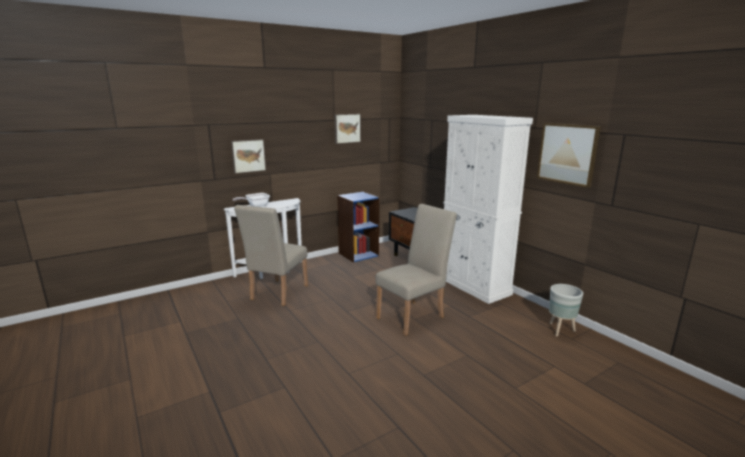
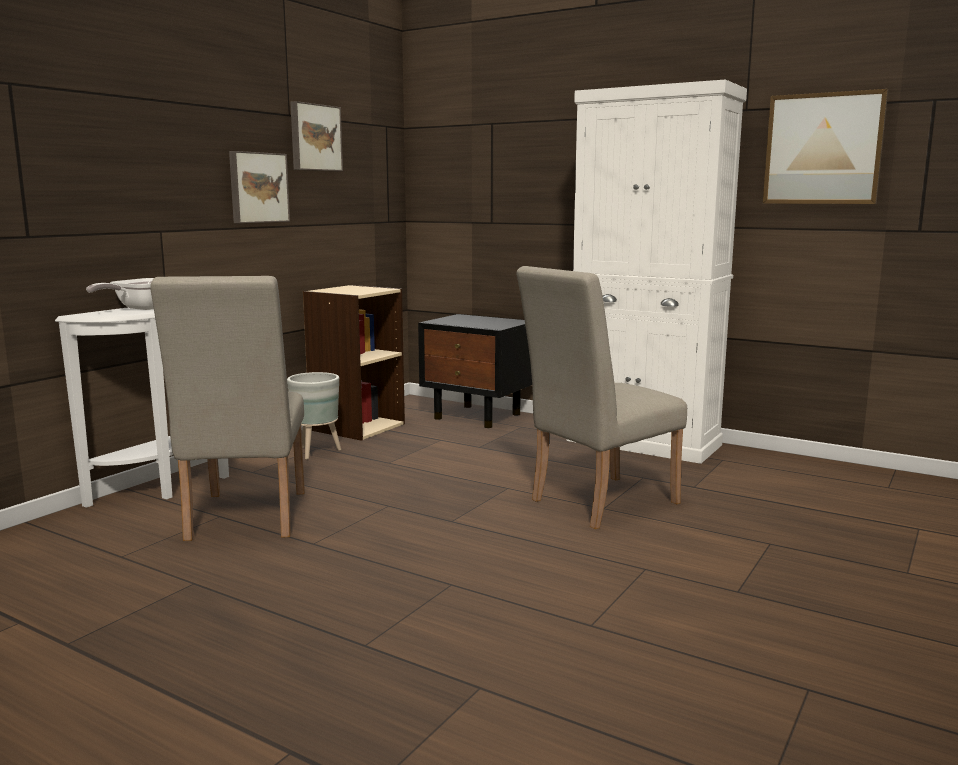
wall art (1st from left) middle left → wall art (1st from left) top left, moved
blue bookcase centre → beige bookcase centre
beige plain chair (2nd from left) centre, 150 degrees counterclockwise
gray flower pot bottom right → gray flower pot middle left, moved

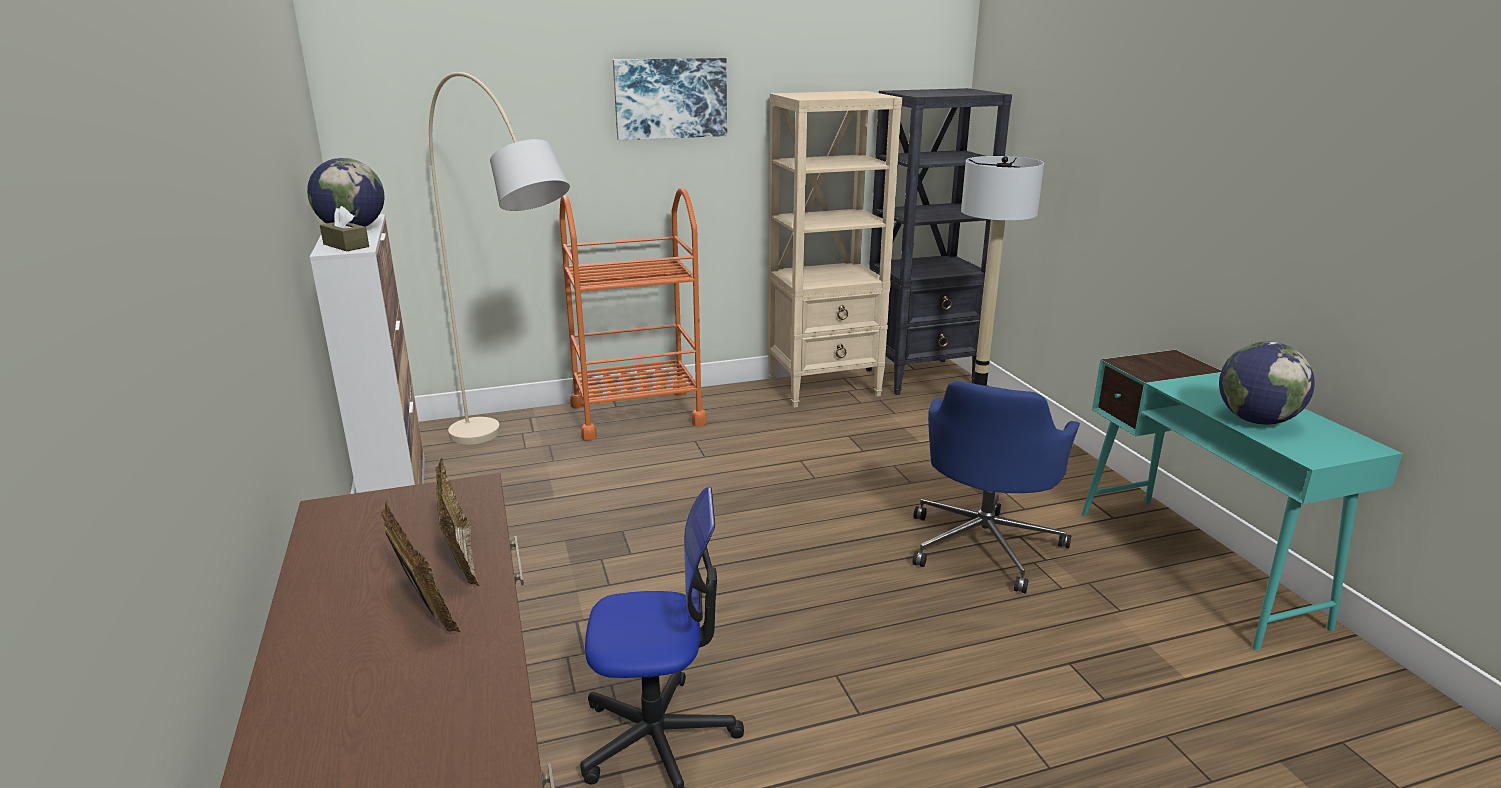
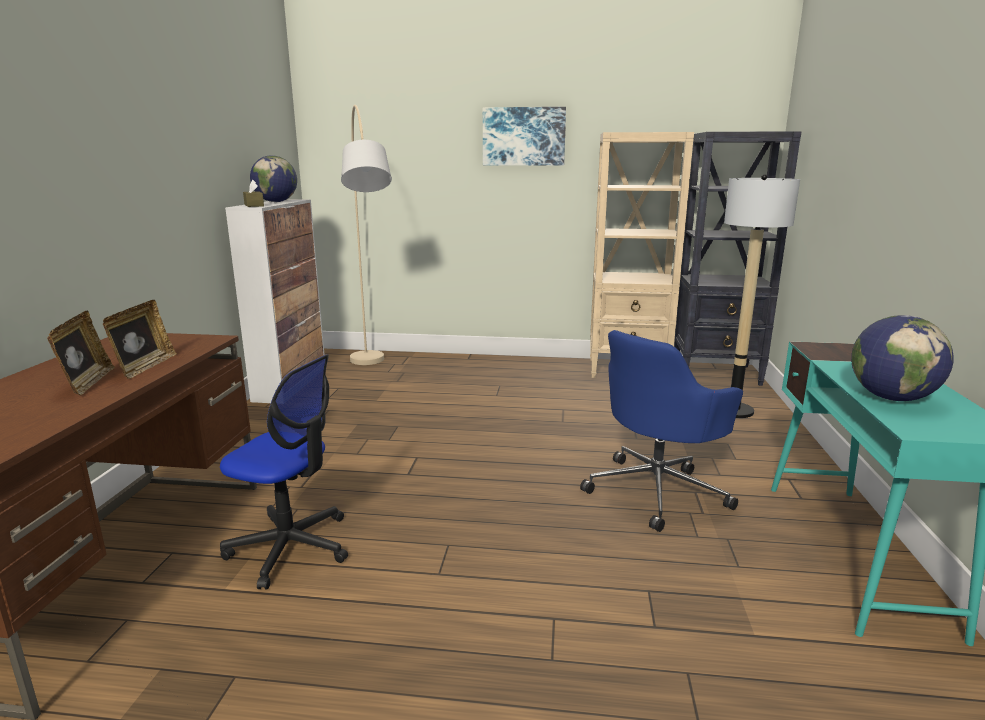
orange-coloured cart centre → -

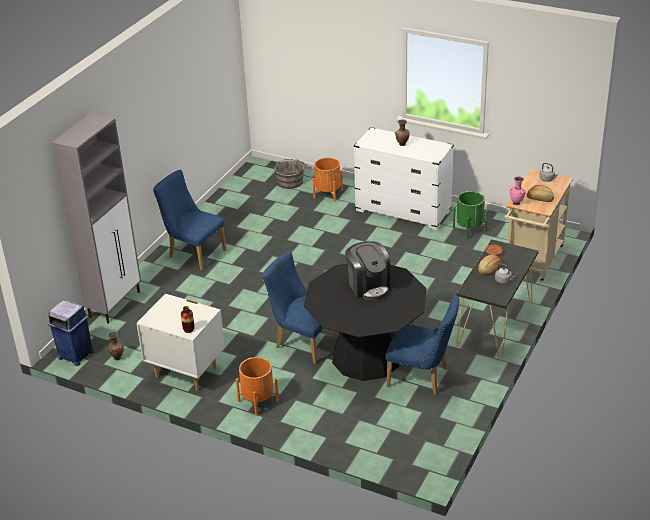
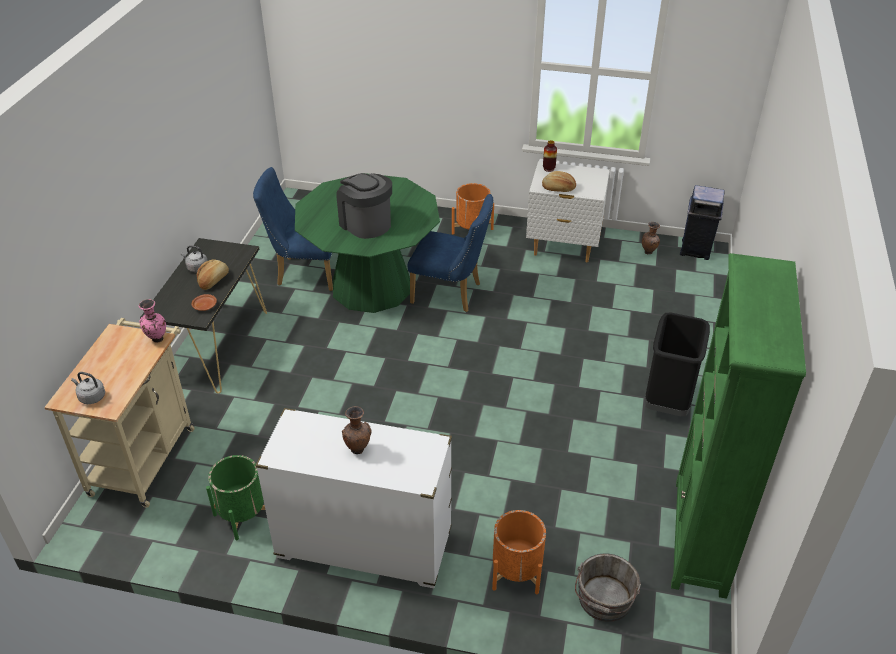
gray cabinet middle left → -
blue plain chair (1st from left) middle left → black-coloured trash can middle right
black-coloured dinner table centre → green dinner table centre
bread (2nd from left) middle right → bread (2nd from left) top centre, moved
- → green bookcase middle right

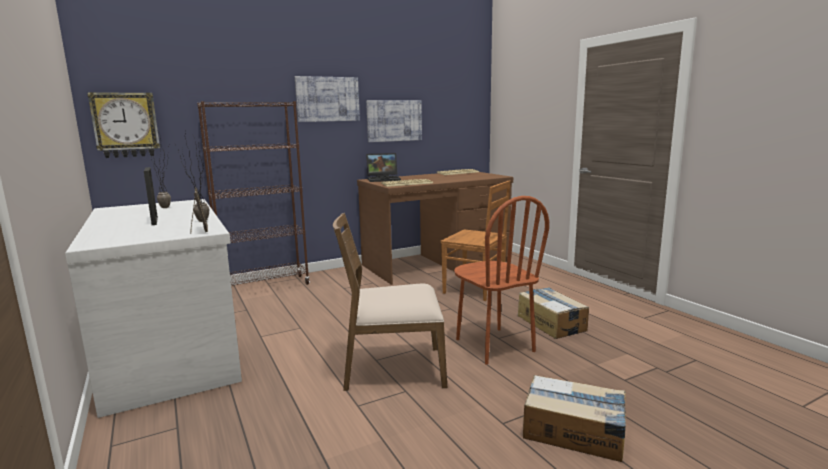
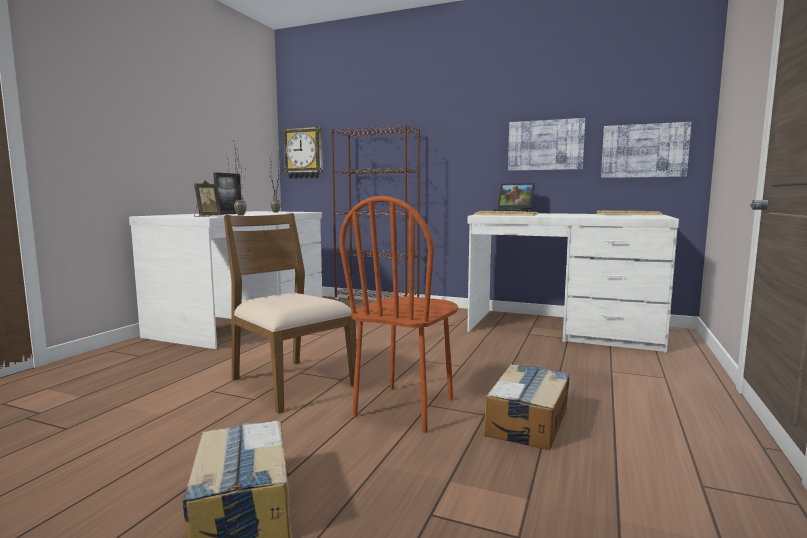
wall art (1st from left in the first image) top centre → wall art (2nd from left) top right, moved
brown-coloured desk centre → white desk (2nd from left) middle right
brown-coloured plain chair (2nd from left) centre → -

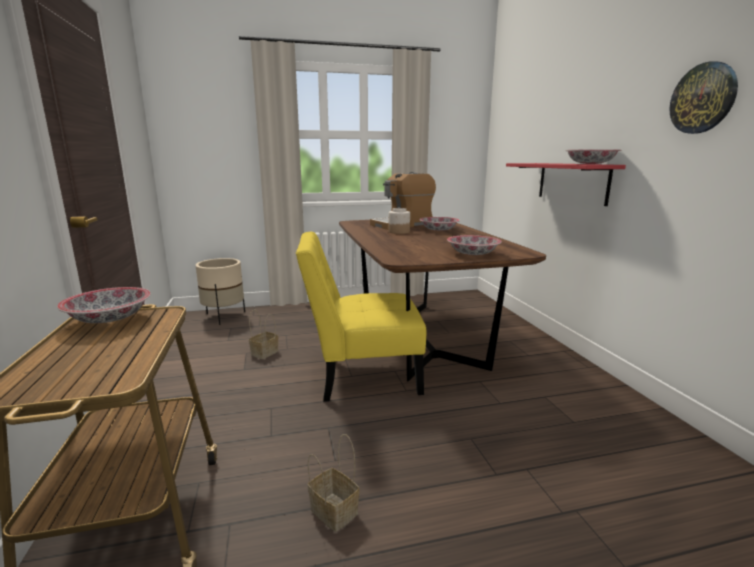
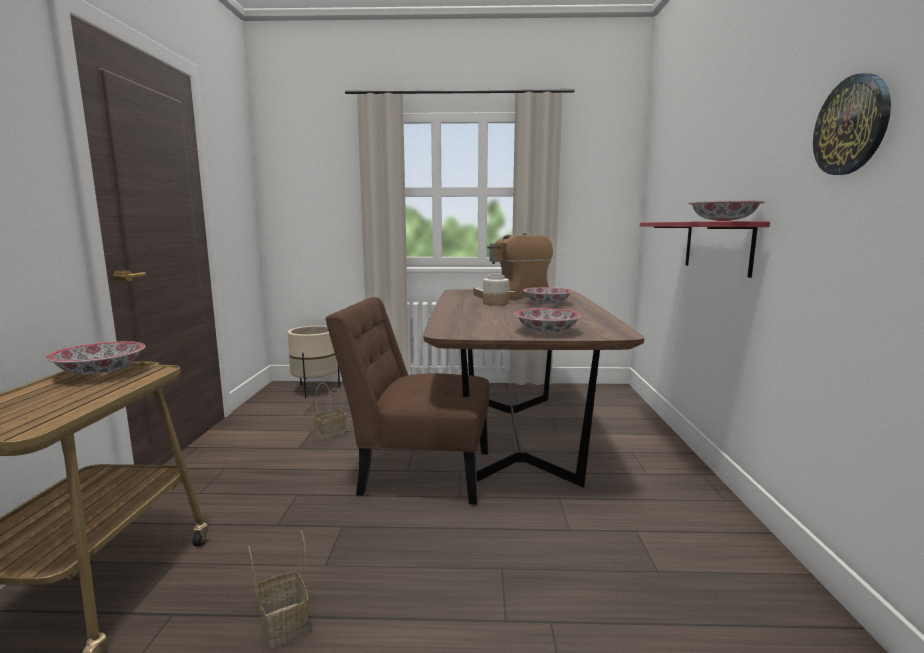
yellow-coloured plain chair centre → brown-coloured plain chair centre

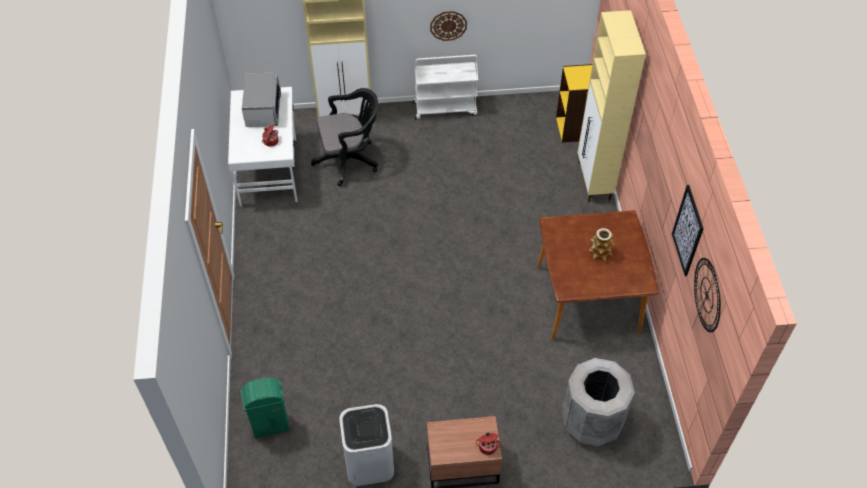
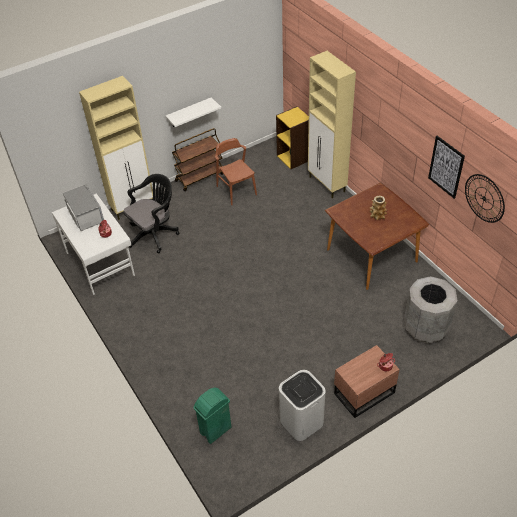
white cart top centre → brown-coloured cart top centre
hanging clock (1st from left) top centre → white bracket shelf top centre
- → brown-coloured plain chair top centre

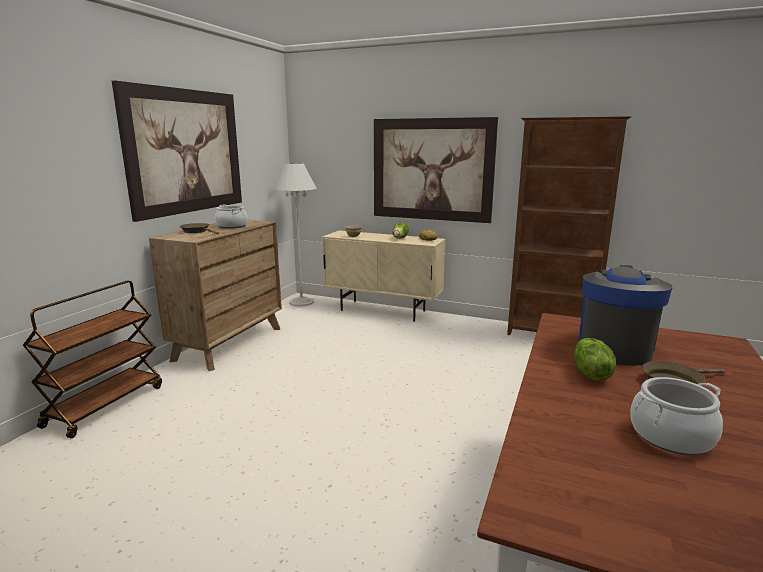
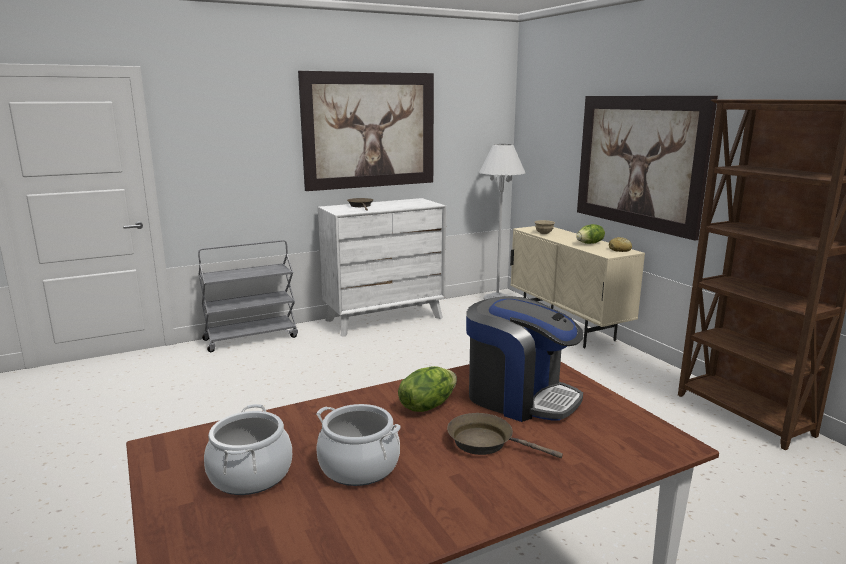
brown-coloured cart middle left → gray cart middle left
brown-coloured drawer chest middle left → white drawer chest centre
saucepot (1st from left) middle left → saucepot (1st from left) bottom left, moved
coffee machine middle right → coffee machine centre, 60 degrees clockwise

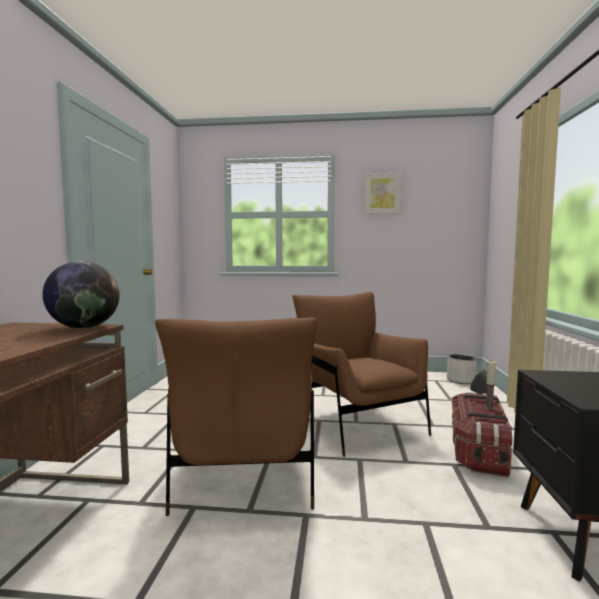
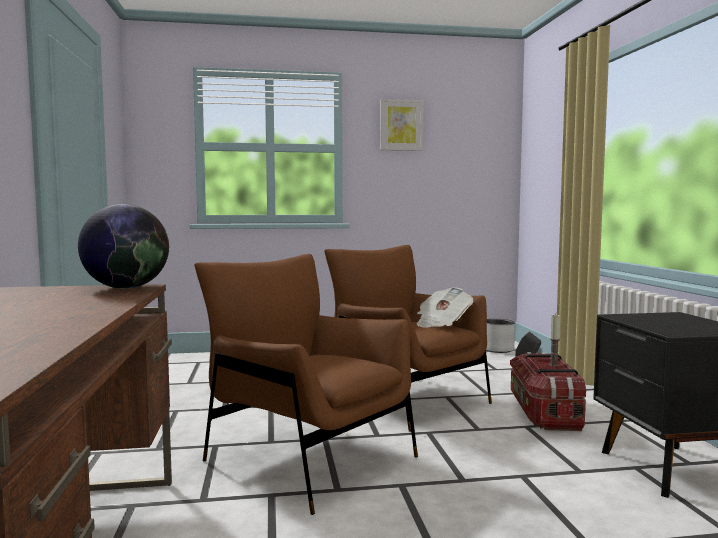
brown-coloured lounge chair (1st from left) bottom centre, 150 degrees clockwise
- → printed paper centre

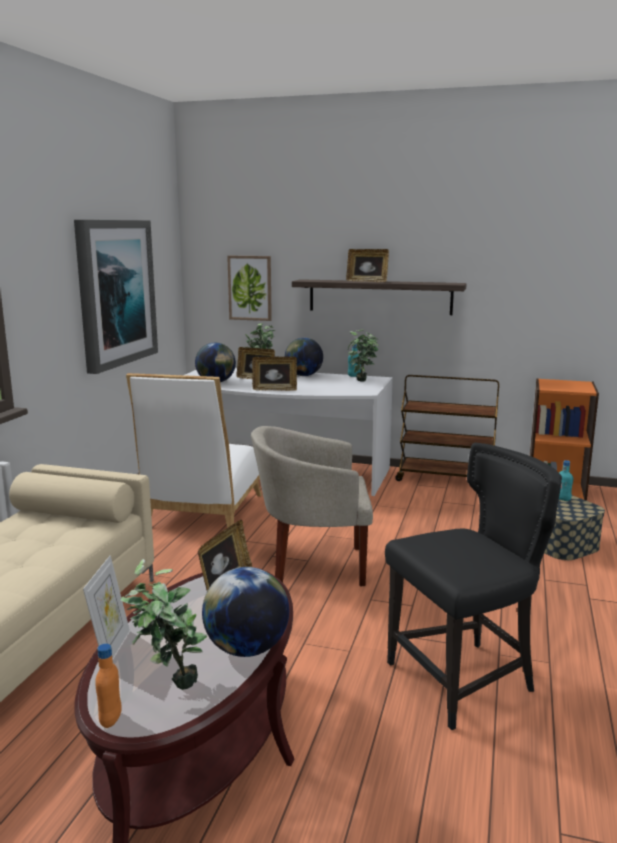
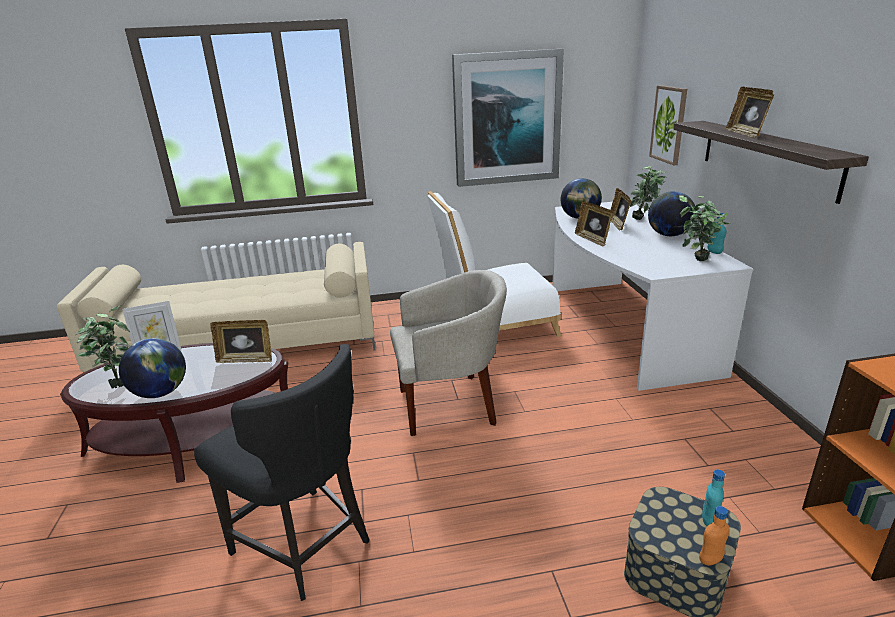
orange-coloured beverage bottle bottom left → orange-coloured beverage bottle bottom right, moved
beige lounge chair centre, 105 degrees clockwise
brown-coloured cart middle right → -

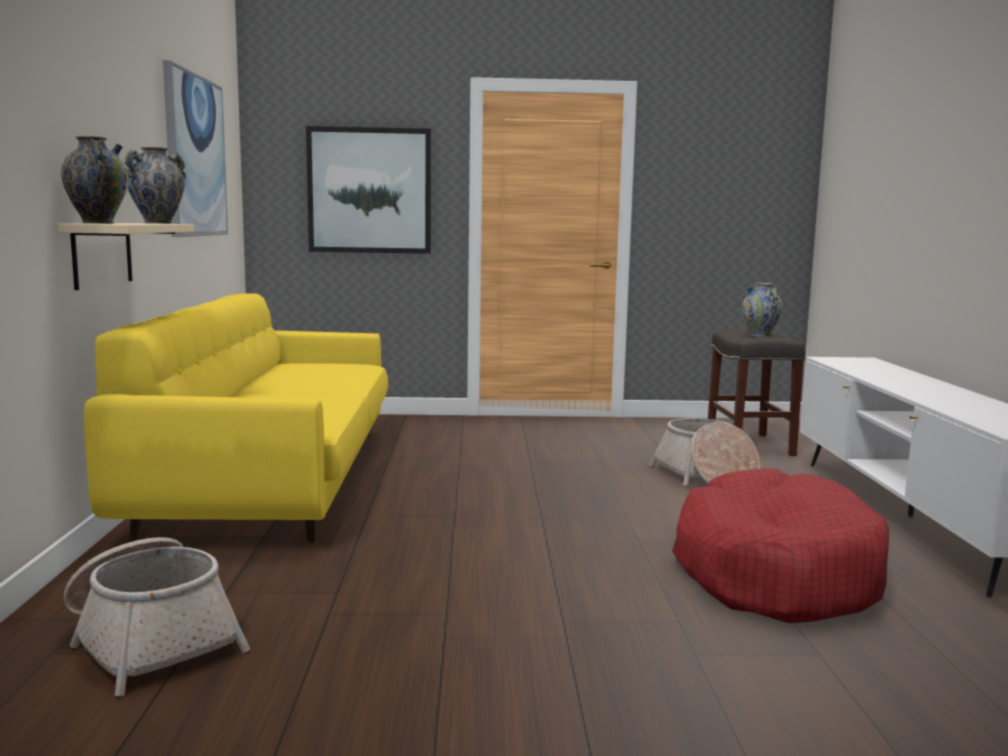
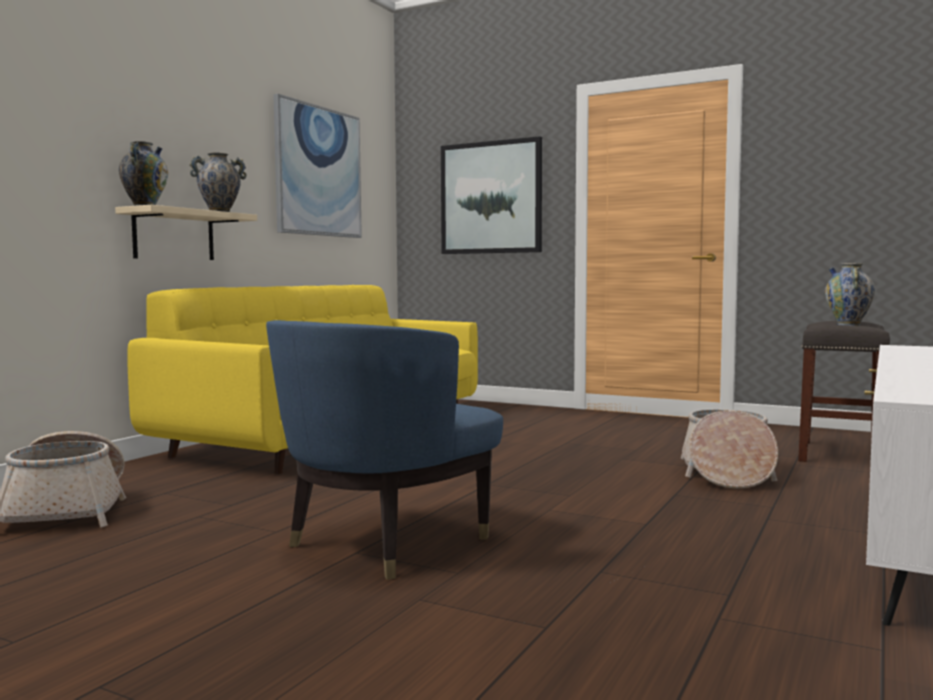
reddish dog bed bottom right → -
- → blue lounge chair centre

